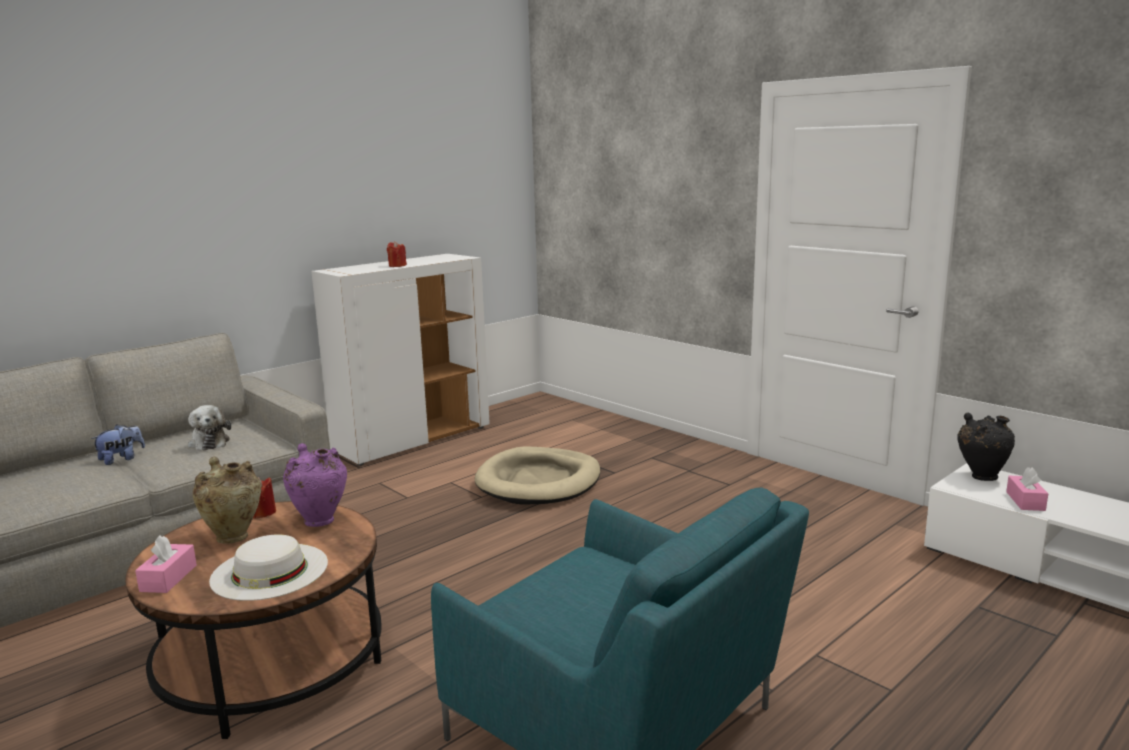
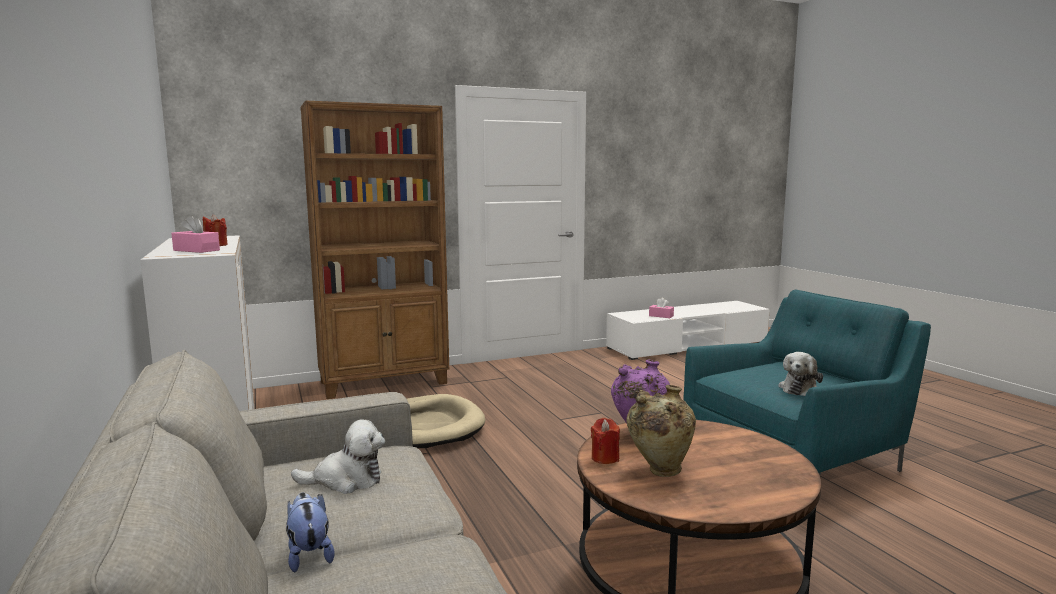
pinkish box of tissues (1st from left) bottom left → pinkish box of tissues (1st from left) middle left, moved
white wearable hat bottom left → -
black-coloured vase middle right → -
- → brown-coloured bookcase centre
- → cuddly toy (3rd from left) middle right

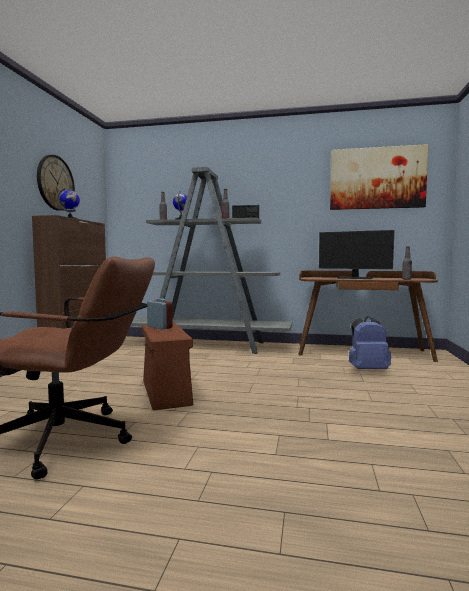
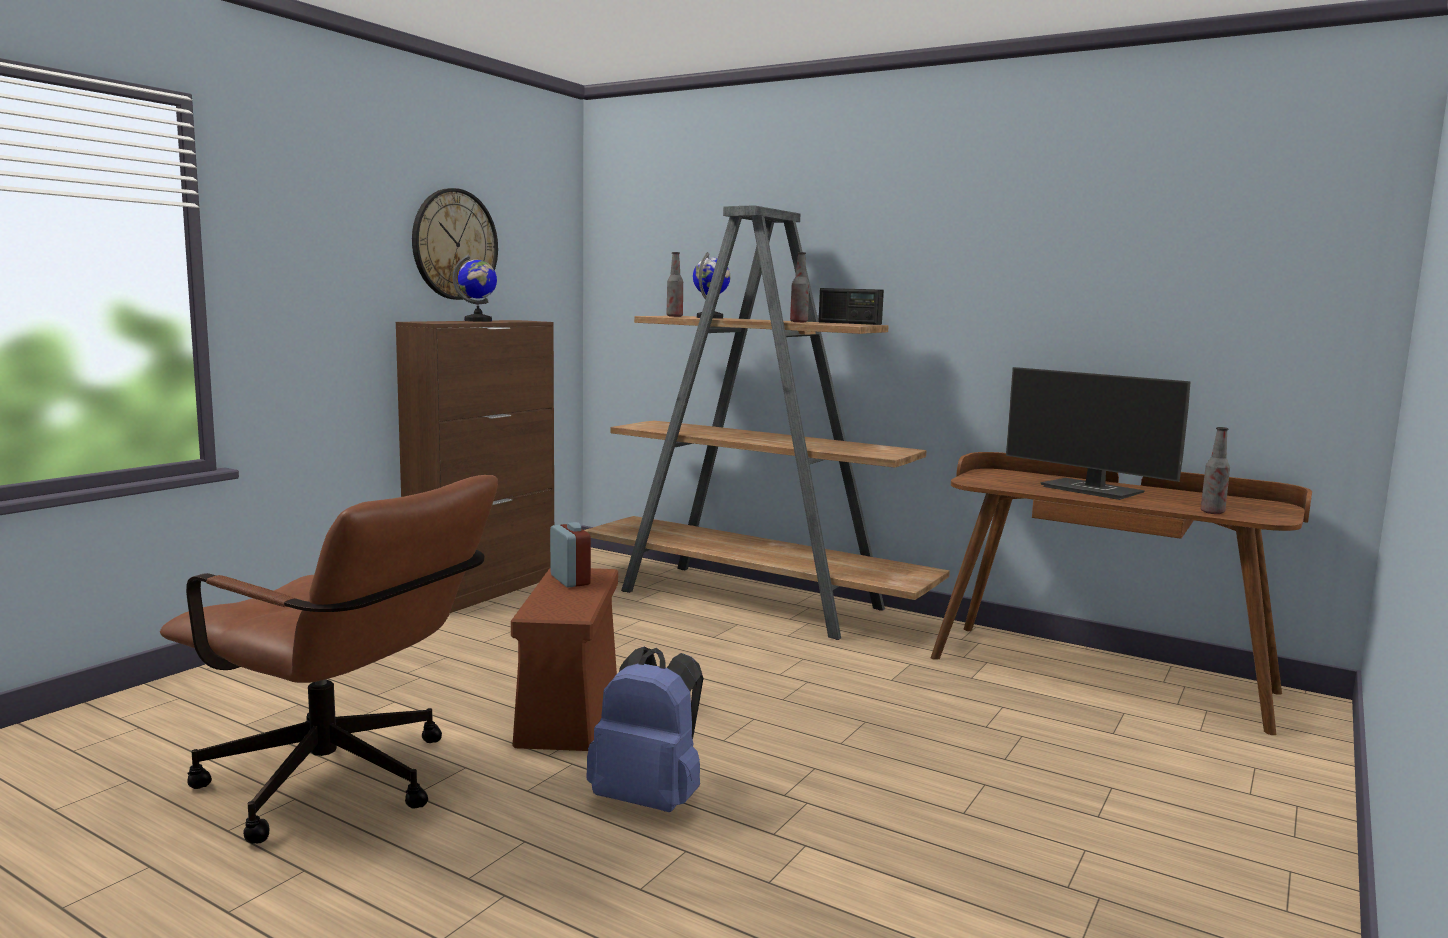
gray bookcase centre → brown-coloured bookcase centre
wall art top right → -
blue backpack middle right → blue backpack bottom centre, moved

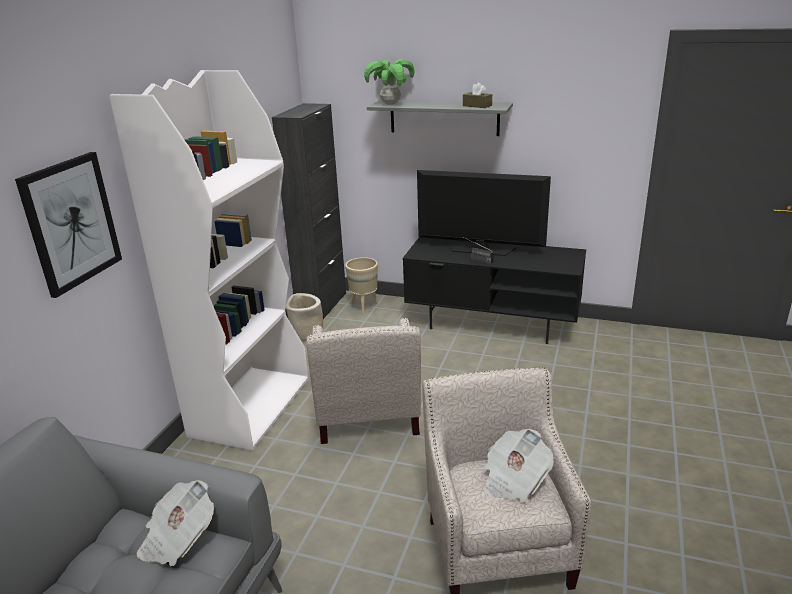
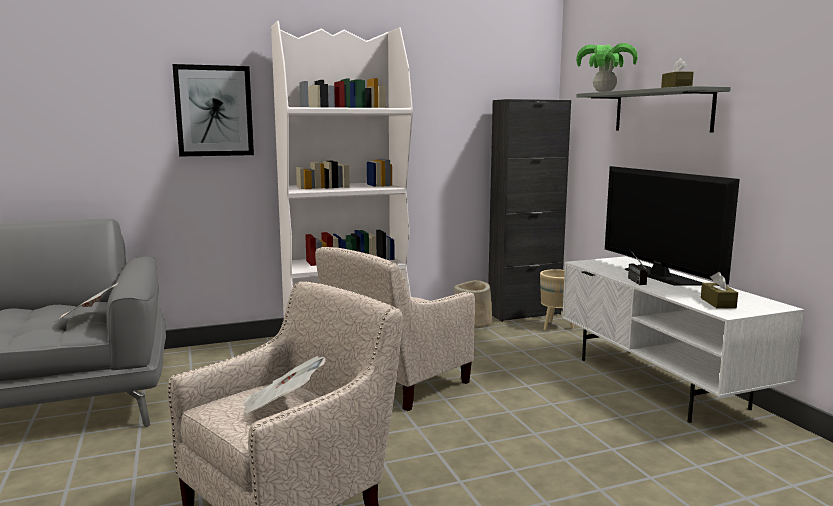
black-coloured tv unit centre → white tv unit bottom right
- → brown-coloured box of tissues (2nd from left) middle right

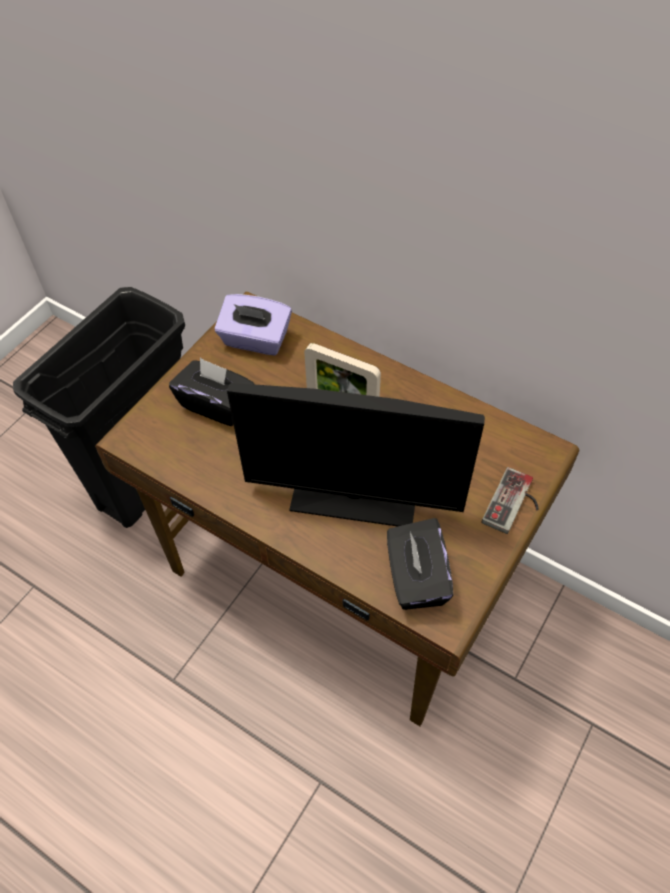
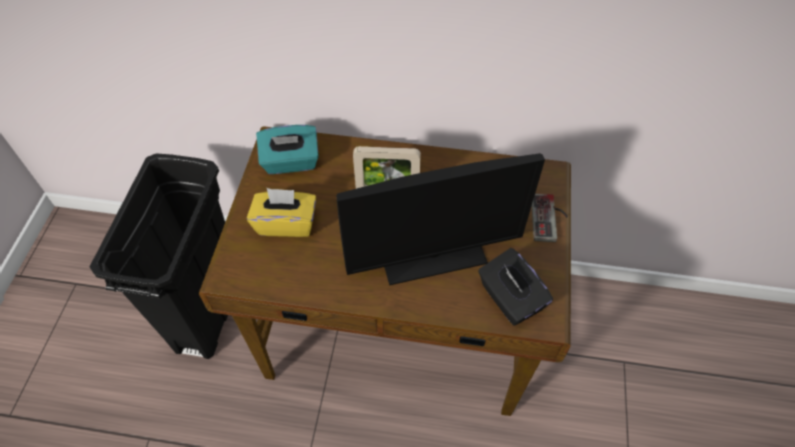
black-coloured box of tissues (1st from left) middle left → yellow-coloured box of tissues centre
purple box of tissues centre → blue-green box of tissues centre

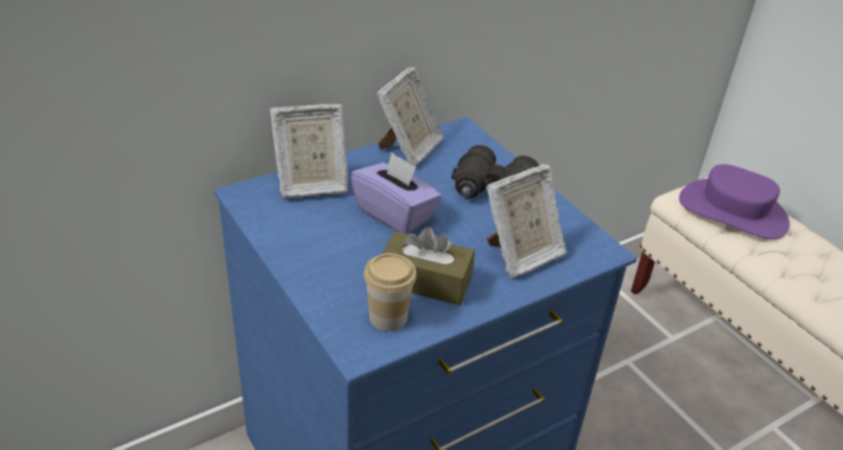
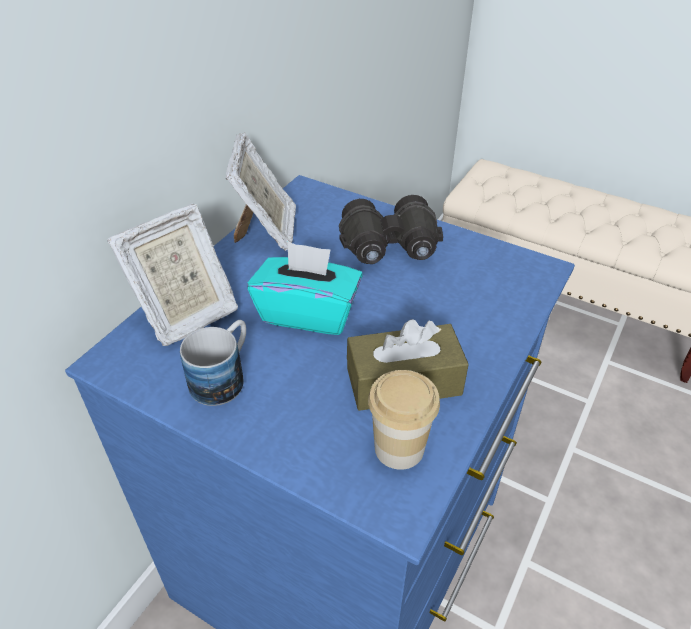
purple box of tissues centre → blue-green box of tissues centre
standing frame (3rd from left) centre → -
purple wearable hat middle right → -
- → tea mug middle left

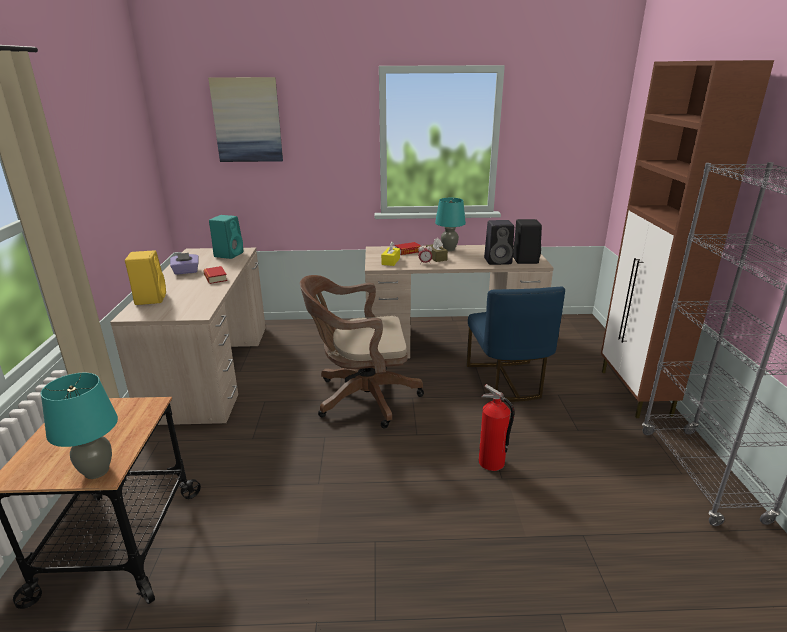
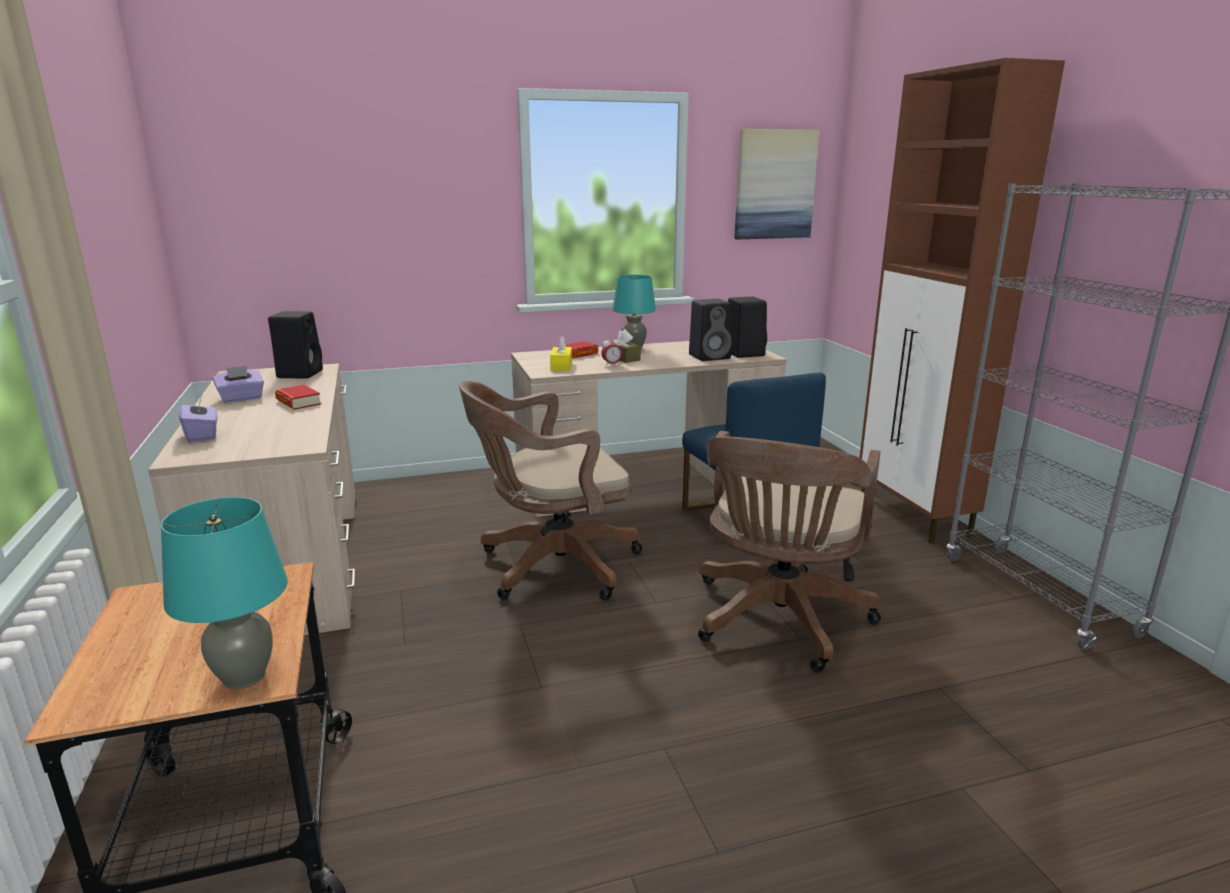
yellow-coloured audio speaker middle left → purple box of tissues (1st from left) middle left
wall art top left → wall art top centre, moved
blue-green audio speaker middle left → black-coloured audio speaker (1st from left) middle left
fire-fighting cylinder bottom centre → brown-coloured office chair (2nd from left) centre

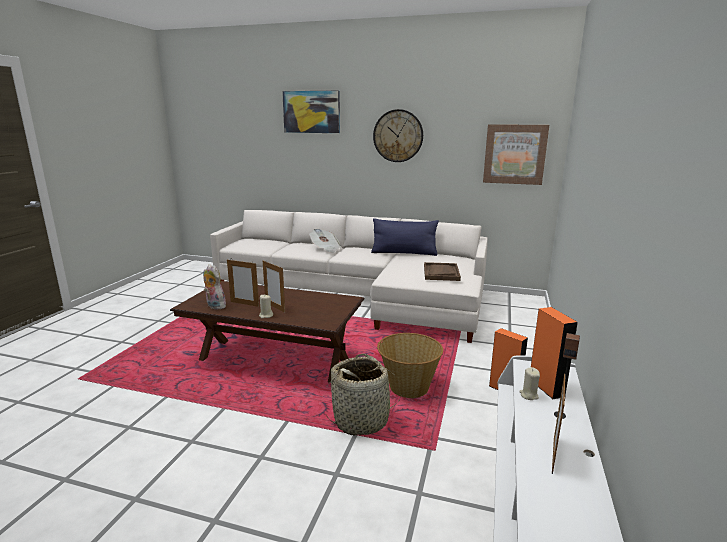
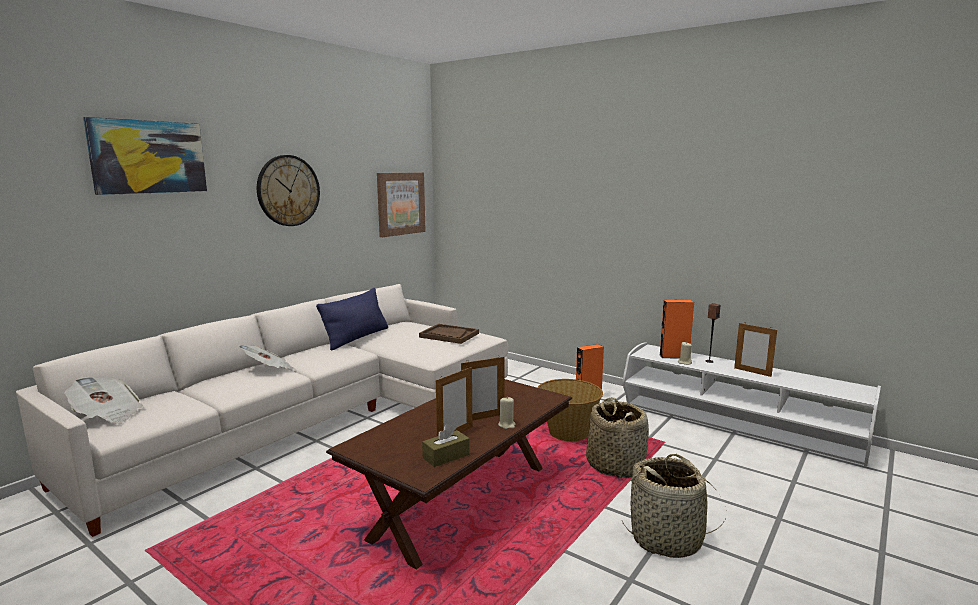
cuddly toy middle left → brown-coloured box of tissues bottom centre
- → printed paper (1st from left) middle left
- → basket (3rd from left) bottom right

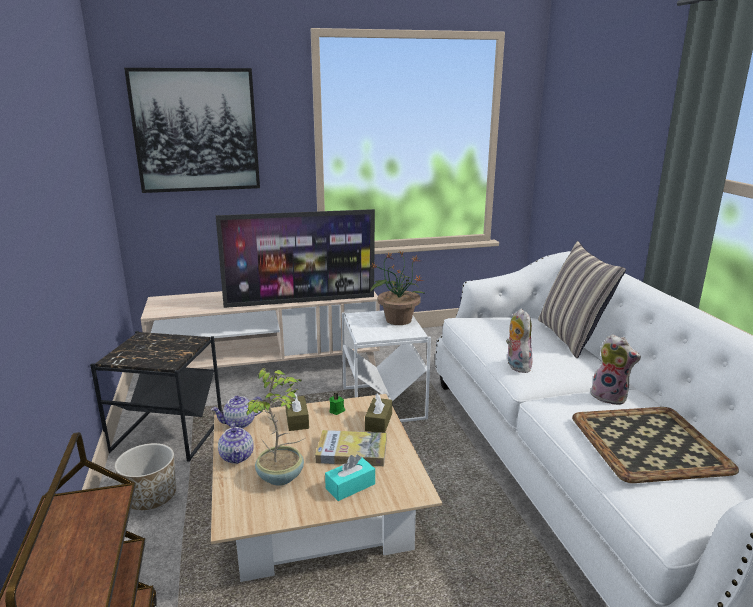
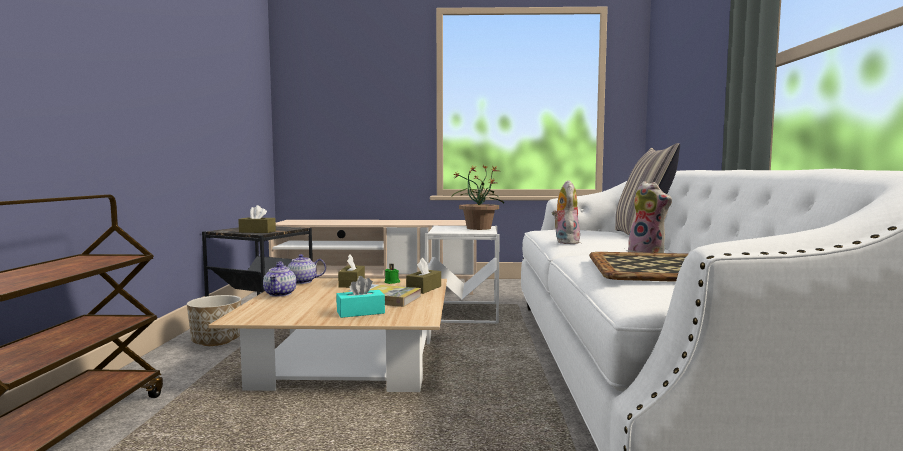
wall art top left → -
television centre → -
potted plant (1st from left) bottom centre → -
- → brown-coloured box of tissues (1st from left) middle left

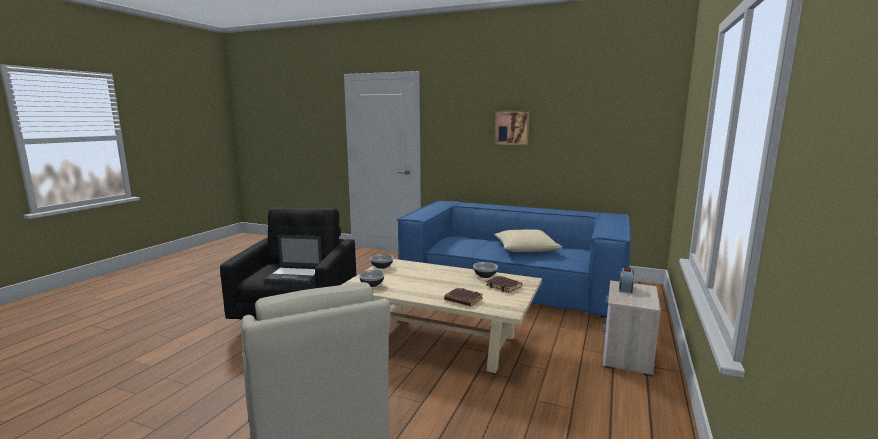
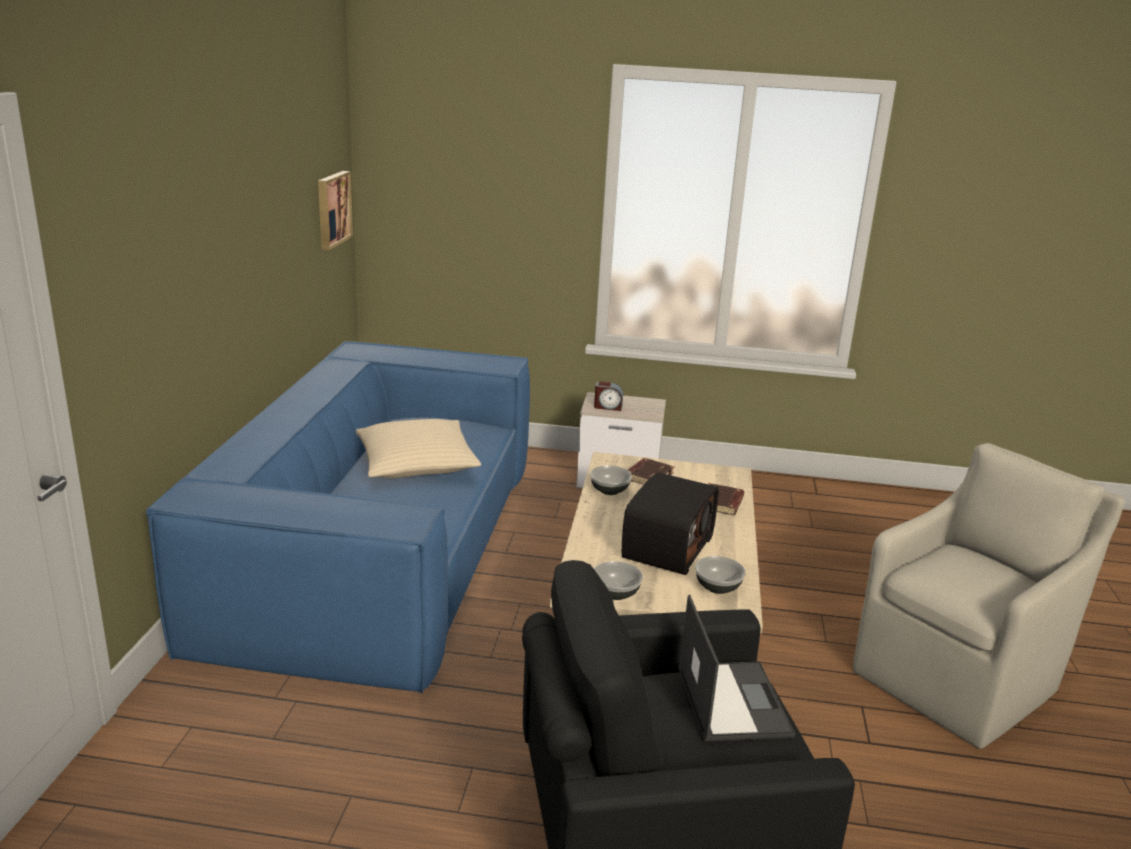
wall art top centre → wall art top left, moved
- → radio centre

